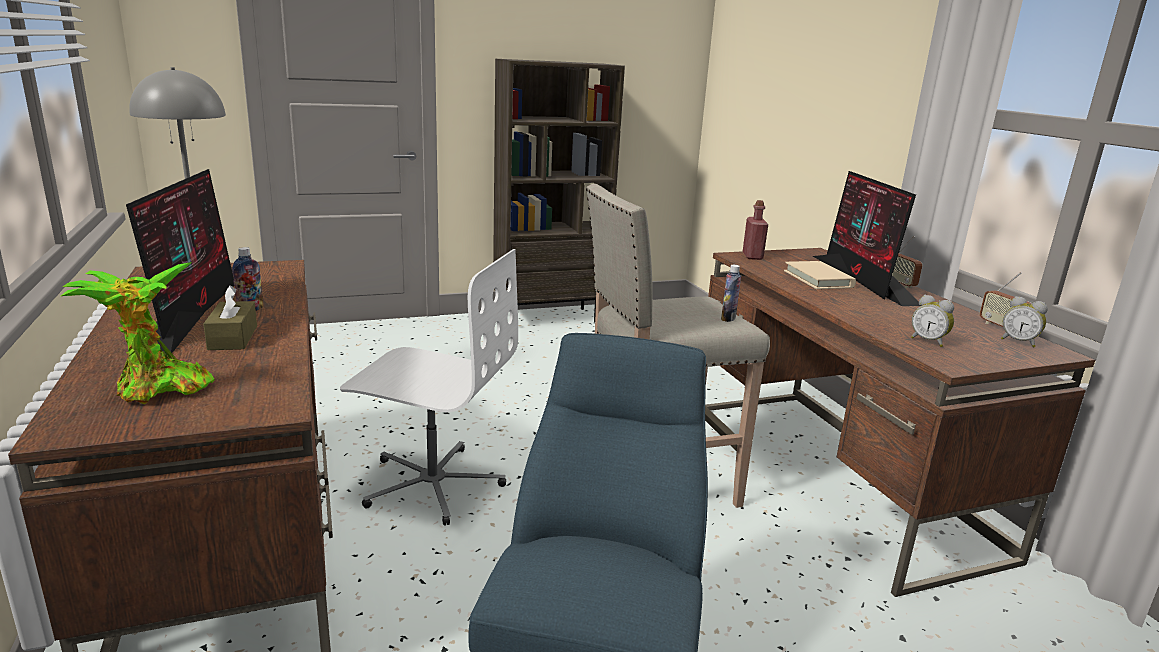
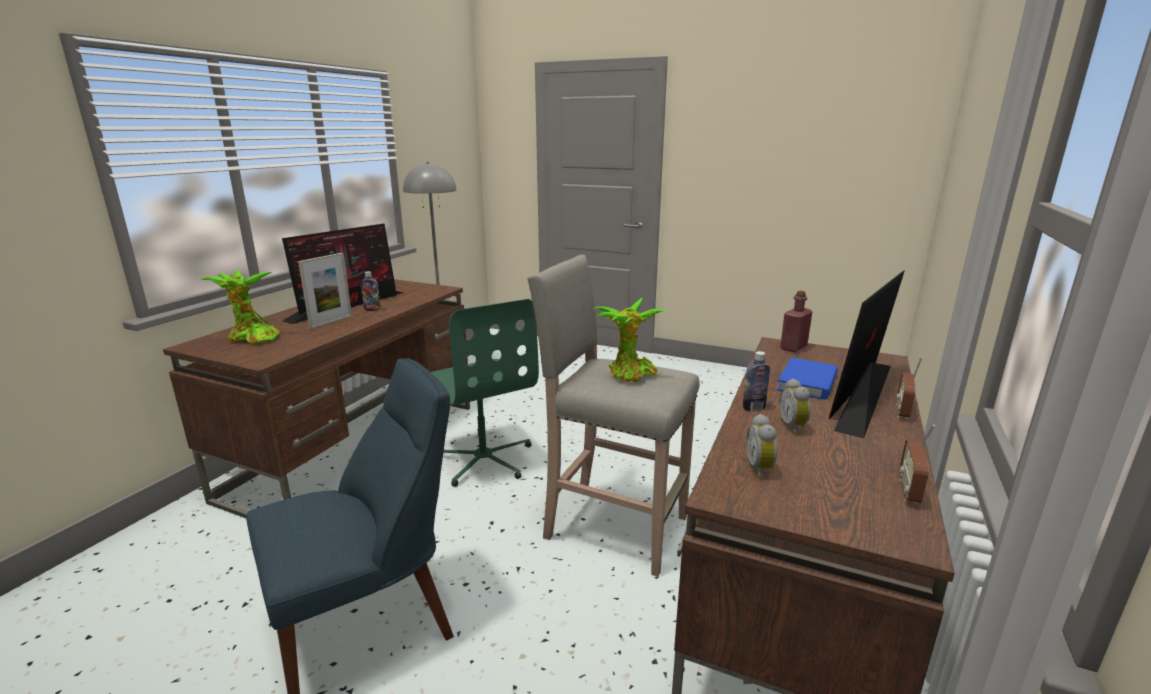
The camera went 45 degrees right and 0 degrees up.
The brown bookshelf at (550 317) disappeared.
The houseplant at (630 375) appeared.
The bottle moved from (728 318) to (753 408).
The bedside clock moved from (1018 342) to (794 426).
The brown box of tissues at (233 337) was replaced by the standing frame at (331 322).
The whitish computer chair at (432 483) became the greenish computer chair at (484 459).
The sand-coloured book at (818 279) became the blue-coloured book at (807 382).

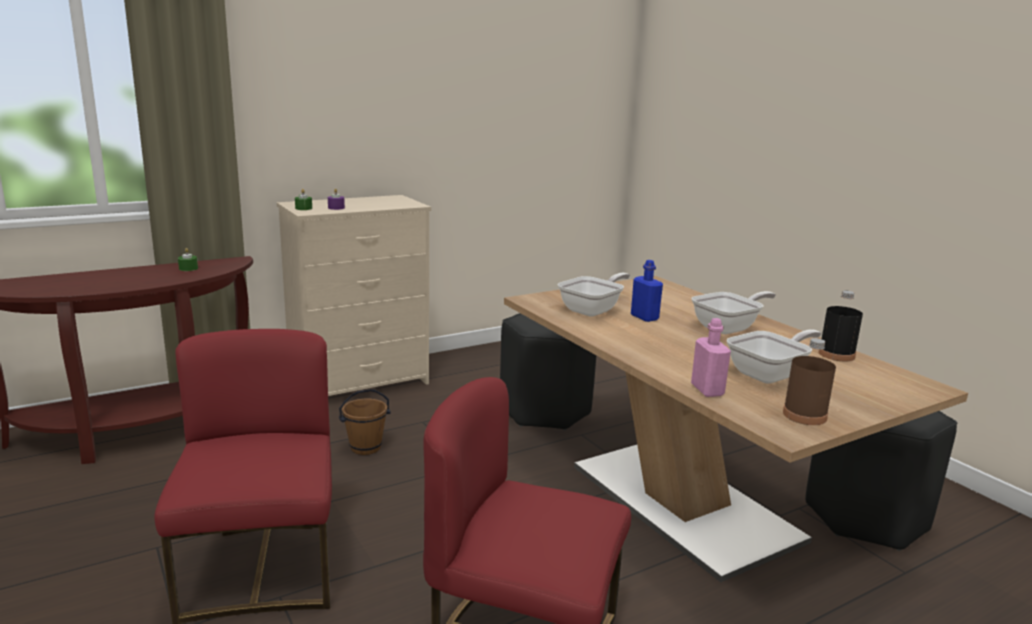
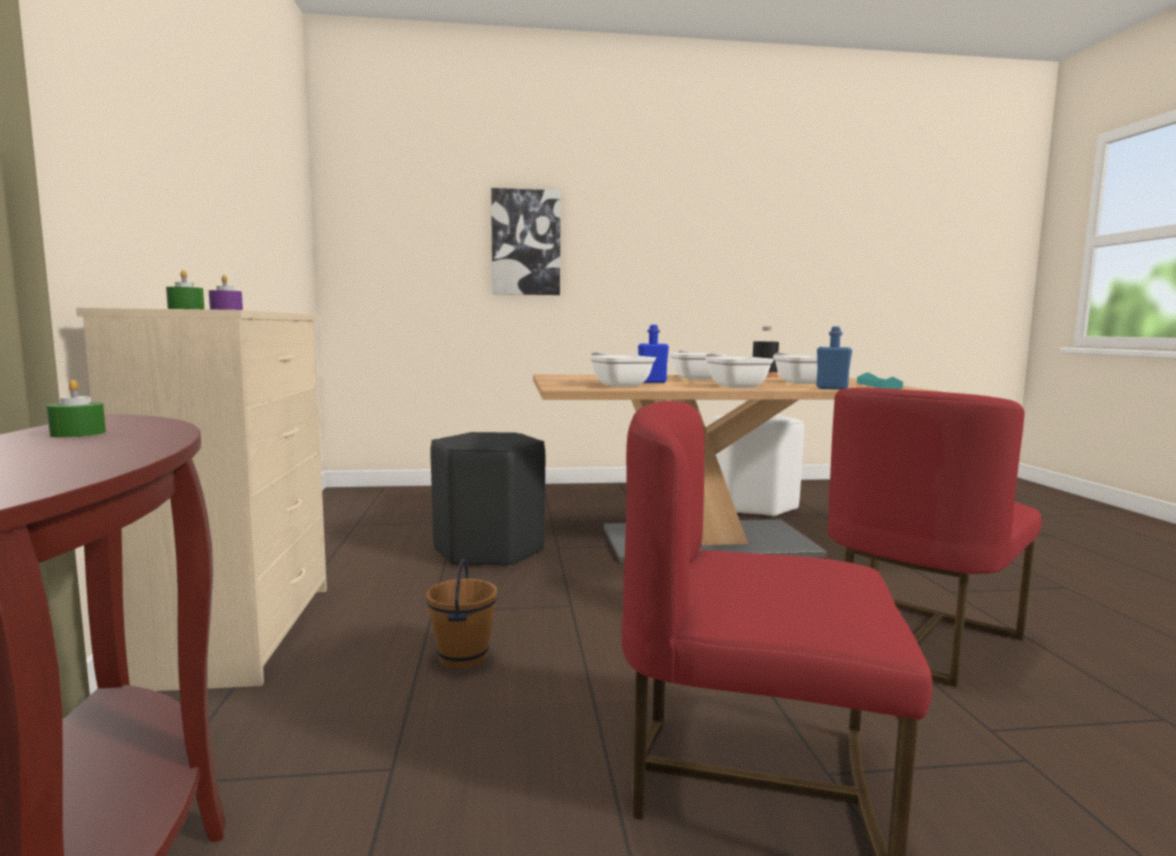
The camera went 65 degrees left and 10 degrees down.
The picture at (526 243) appeared.
The frying pan at (734 386) appeared.
The brown bottle at (804 415) was replaced by the turquoise serving tray at (878 385).
The pink bottle at (707 390) became the blue-coloured bottle at (831 388).
The blackish sitting stool at (866 517) became the whitish sitting stool at (754 506).

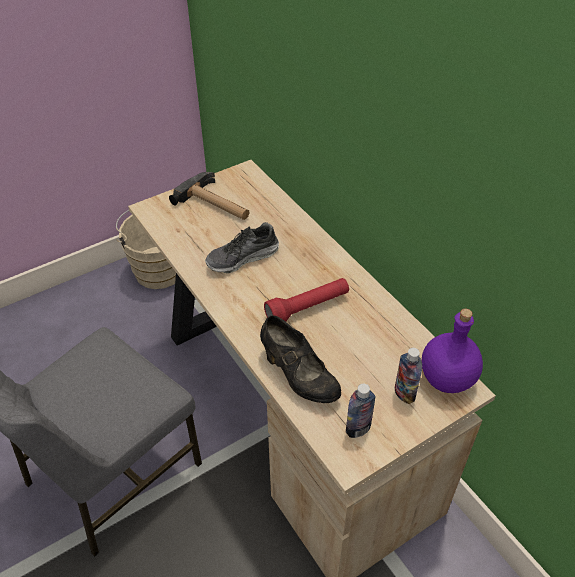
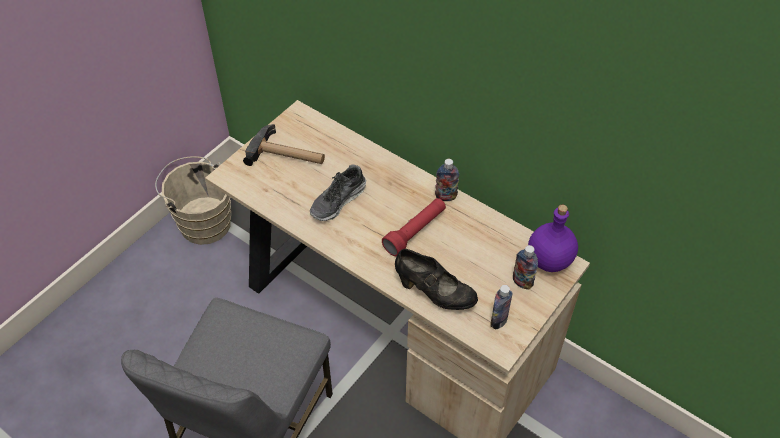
The camera went 20 degrees left and 5 degrees up.
The bottle at (446 196) appeared.

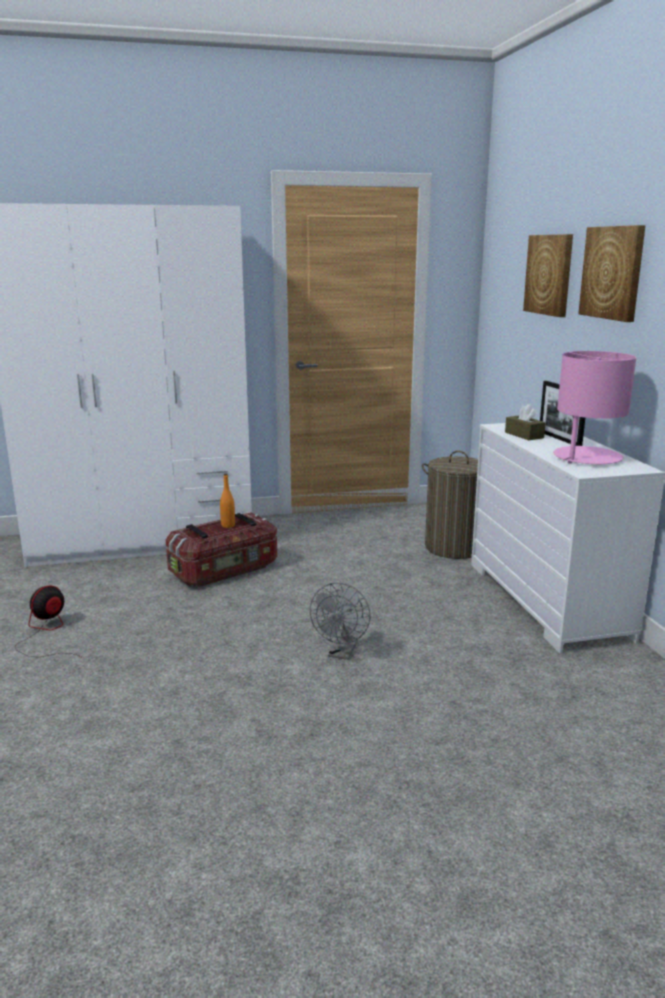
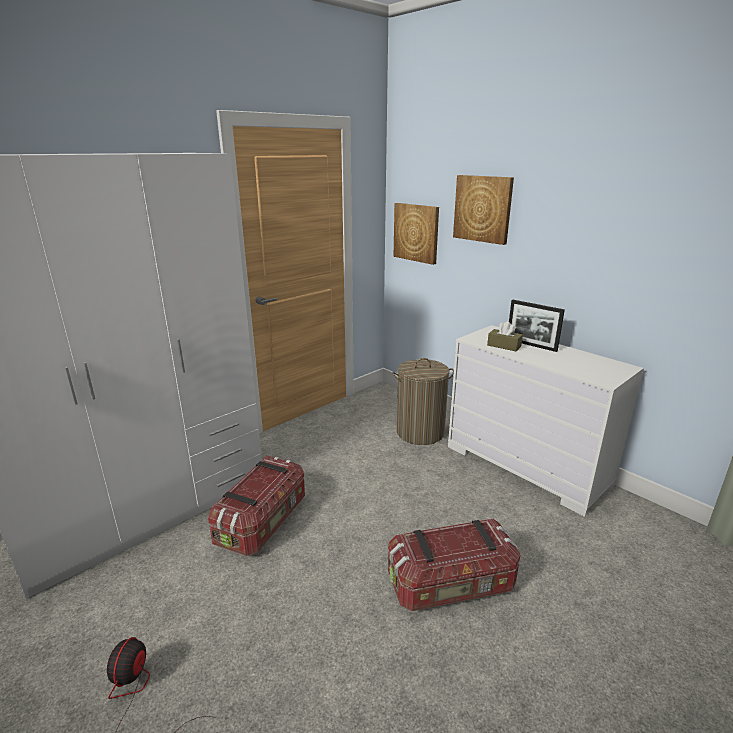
The camera went 30 degrees left and 5 degrees up.
The orange-coloured bottle at (228 525) disappeared.
The pink tabletop lamp at (586 457) disappeared.
The picture moved from (613 272) to (416 232).
The gray cooling fan at (342 653) was replaced by the storage container at (451 585).

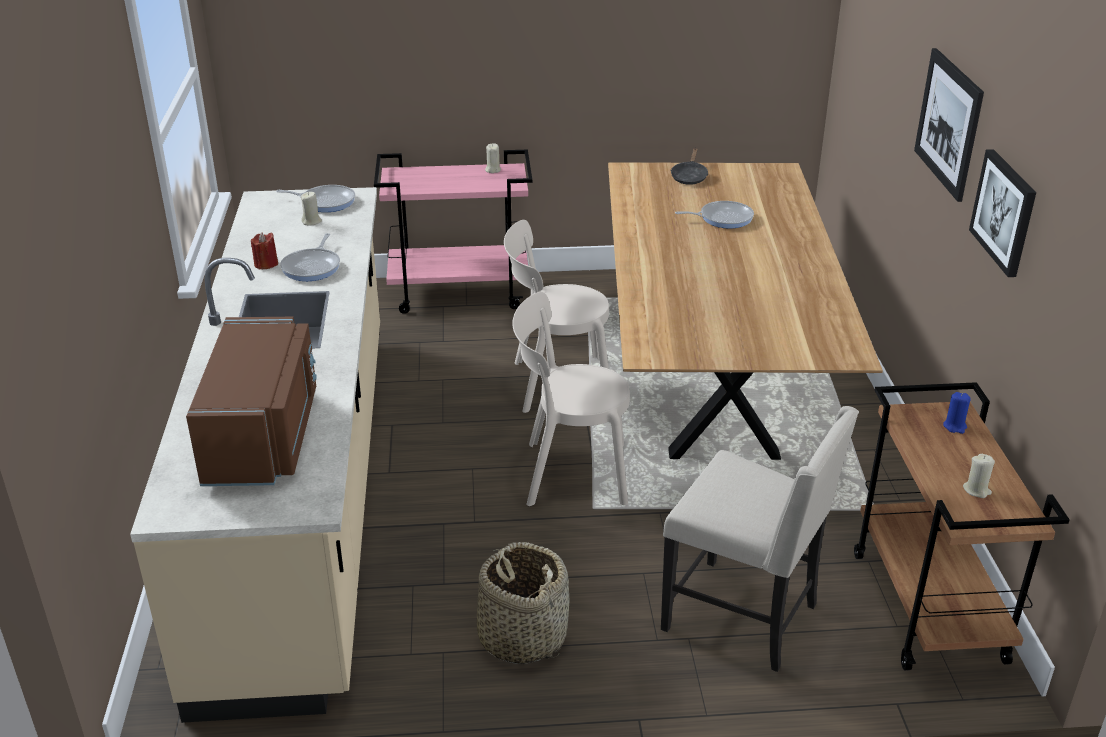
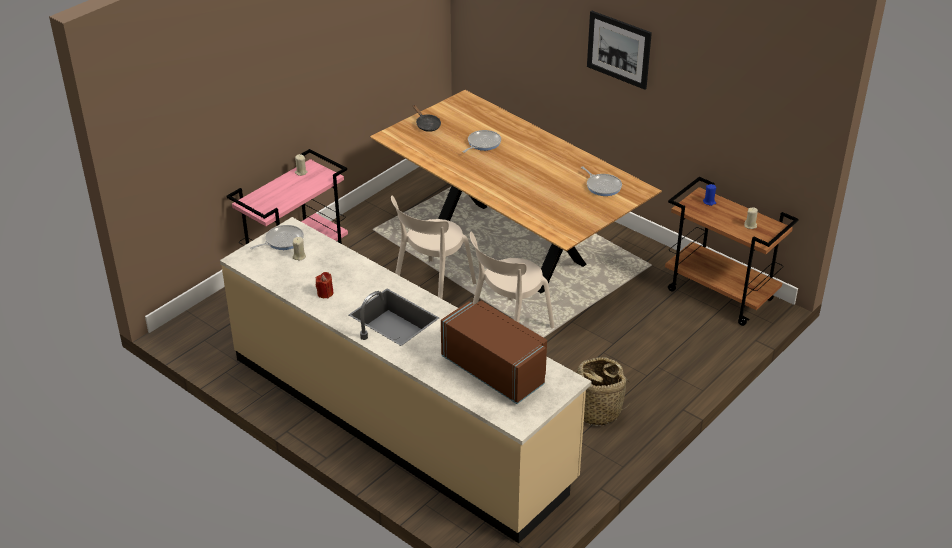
The camera went 45 degrees left and 5 degrees up.
The sand-coloured chair at (744 617) disappeared.
The picture at (1004 212) disappeared.
The frying pan moved from (313 267) to (602 186).

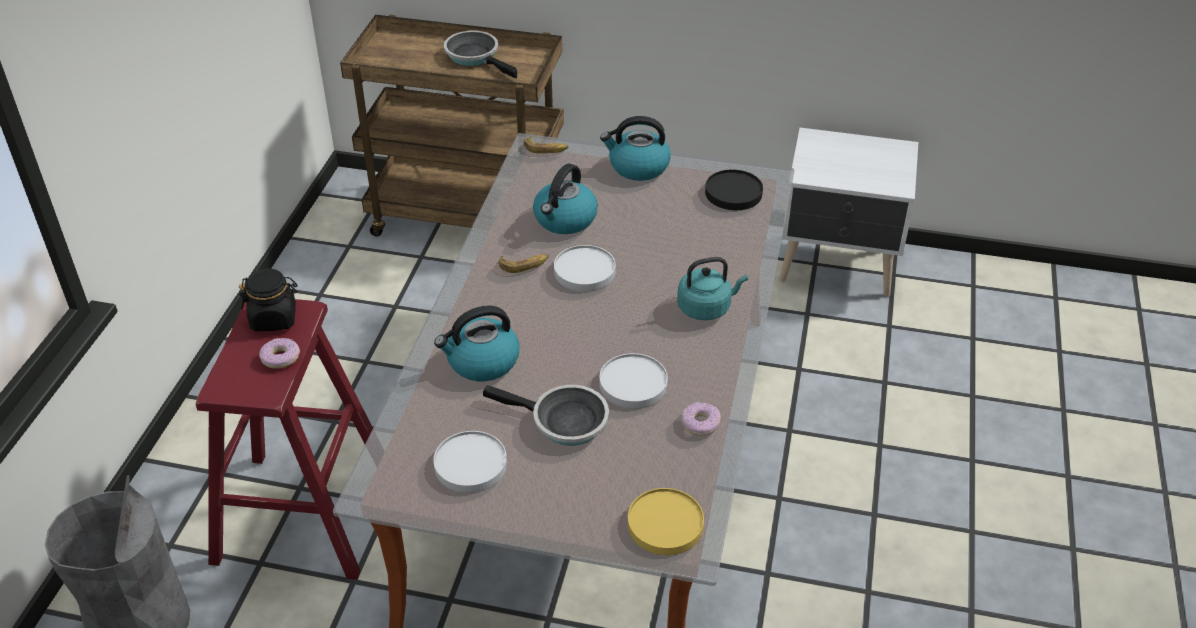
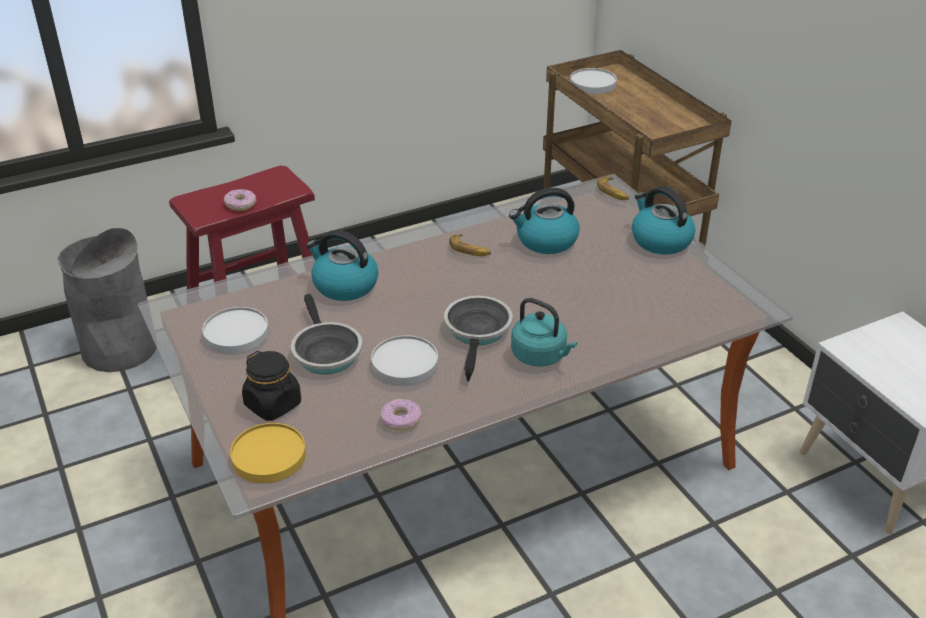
The camera went 50 degrees right and 5 degrees down.
The blackish plate at (733 193) disappeared.
The blackish storage jar moved from (274 318) to (273 404).
The frying pan moved from (475 57) to (478 332).
The whitish plate moved from (584 271) to (593 84).

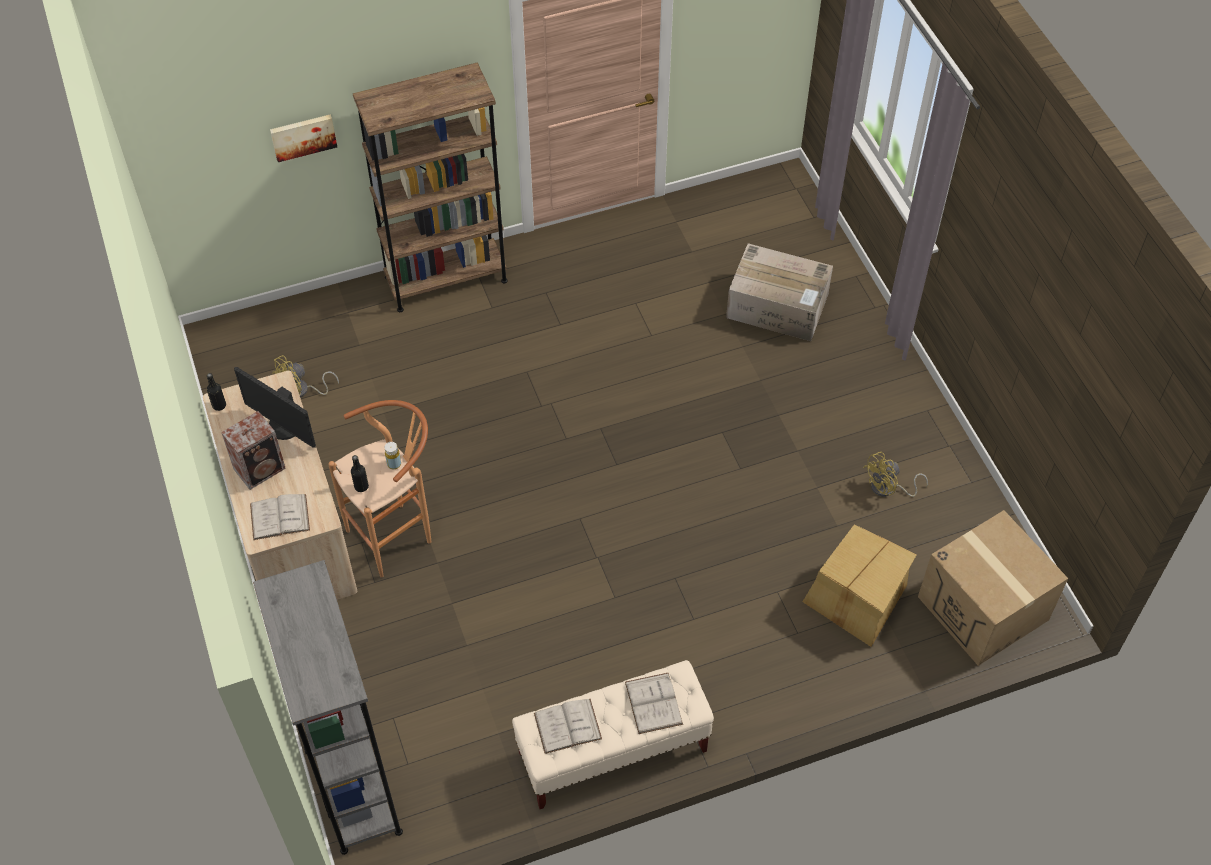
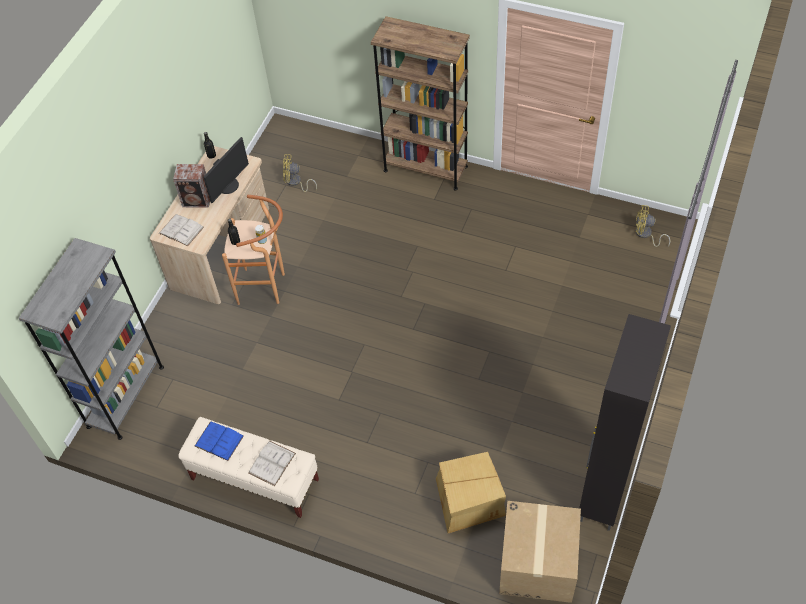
The camera went 45 degrees right and 0 degrees up.
The picture at (303 136) disappeared.
The cardboard box at (778 306) disappeared.
The blackish storage cabinet at (603 495) appeared.
The yellowish cooling fan moved from (888 489) to (645 235).
The whitish book at (567 726) became the blue-coloured book at (219 441).
The computer screen at (283 427) turned 135 degrees counterclockwise.

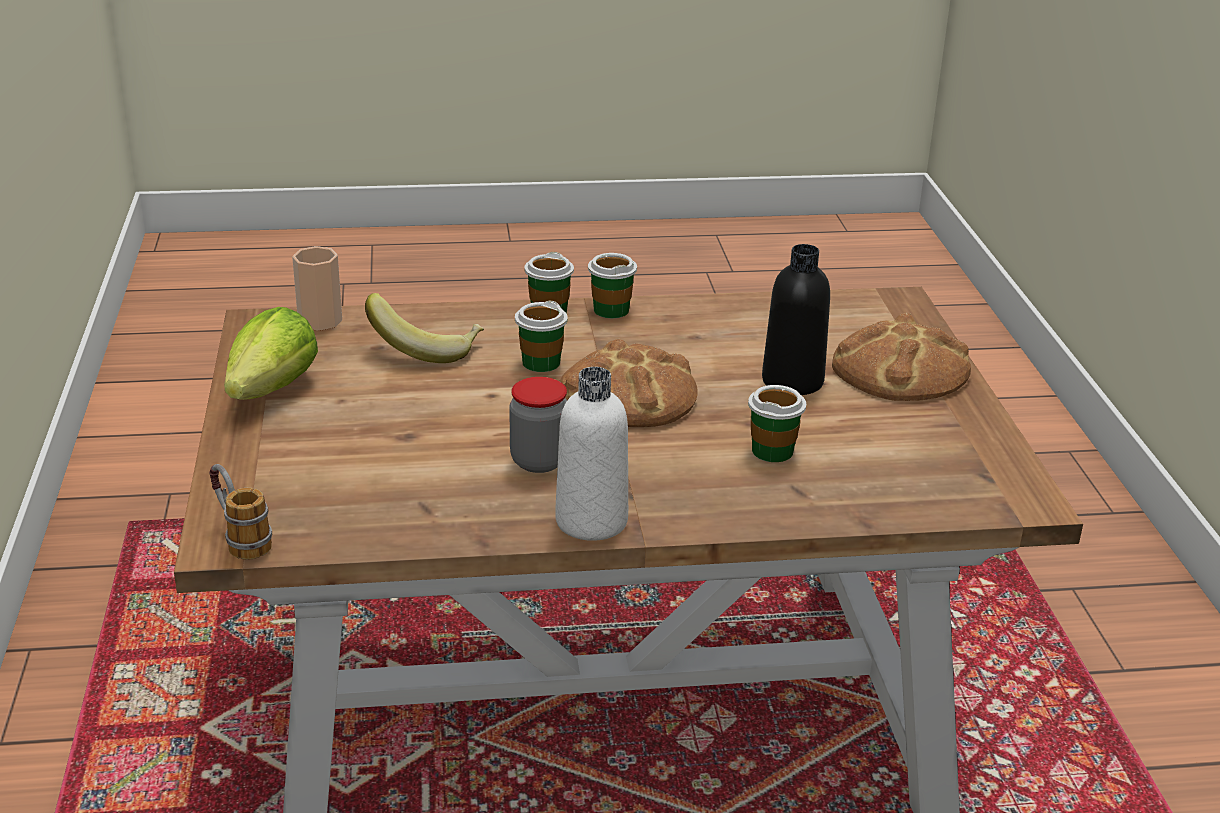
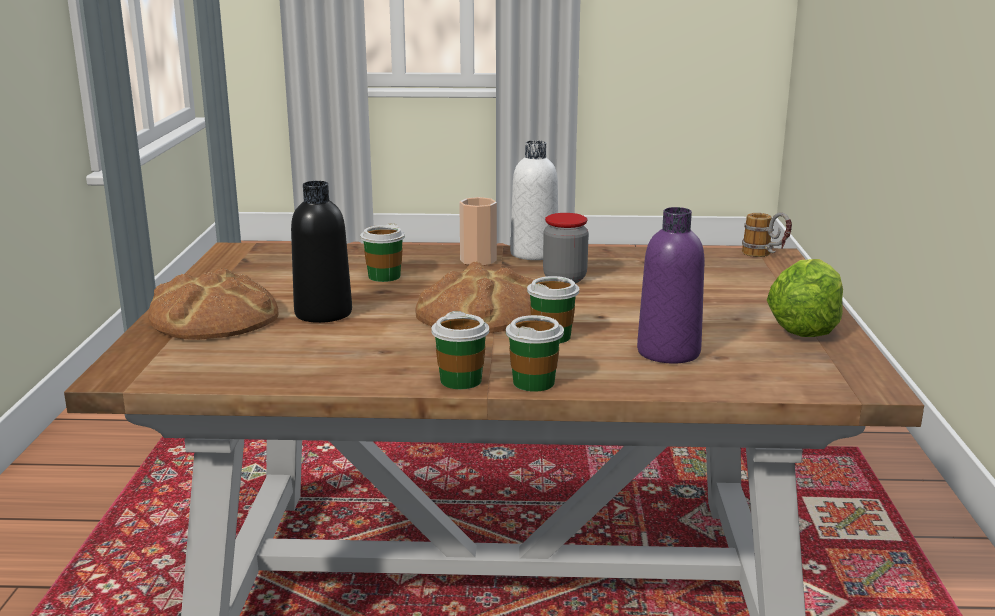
The camera went 170 degrees left and 10 degrees down.
The drinking cup moved from (320 321) to (478 260).
The banana fruit at (426 349) was replaced by the purple-coloured bottle at (668 352).

